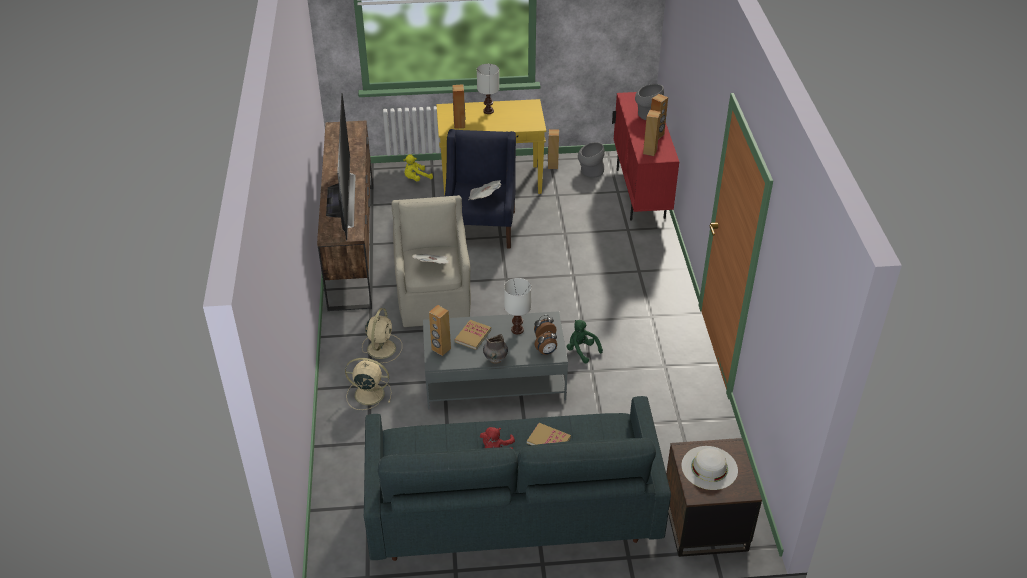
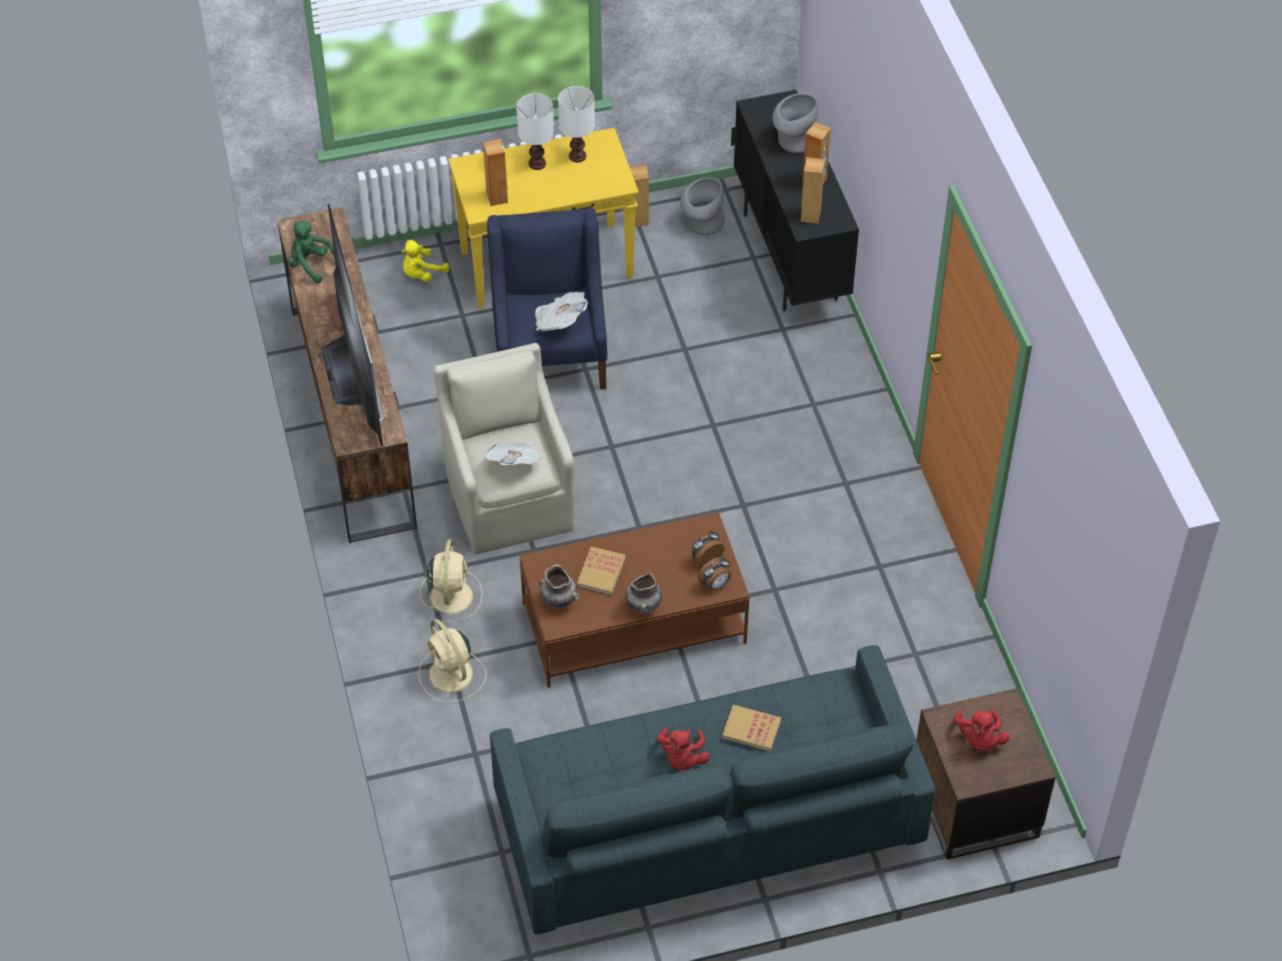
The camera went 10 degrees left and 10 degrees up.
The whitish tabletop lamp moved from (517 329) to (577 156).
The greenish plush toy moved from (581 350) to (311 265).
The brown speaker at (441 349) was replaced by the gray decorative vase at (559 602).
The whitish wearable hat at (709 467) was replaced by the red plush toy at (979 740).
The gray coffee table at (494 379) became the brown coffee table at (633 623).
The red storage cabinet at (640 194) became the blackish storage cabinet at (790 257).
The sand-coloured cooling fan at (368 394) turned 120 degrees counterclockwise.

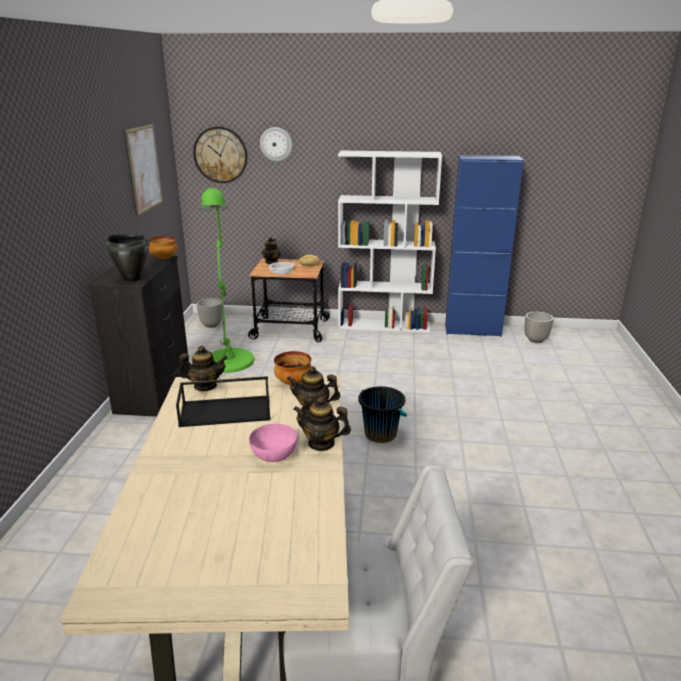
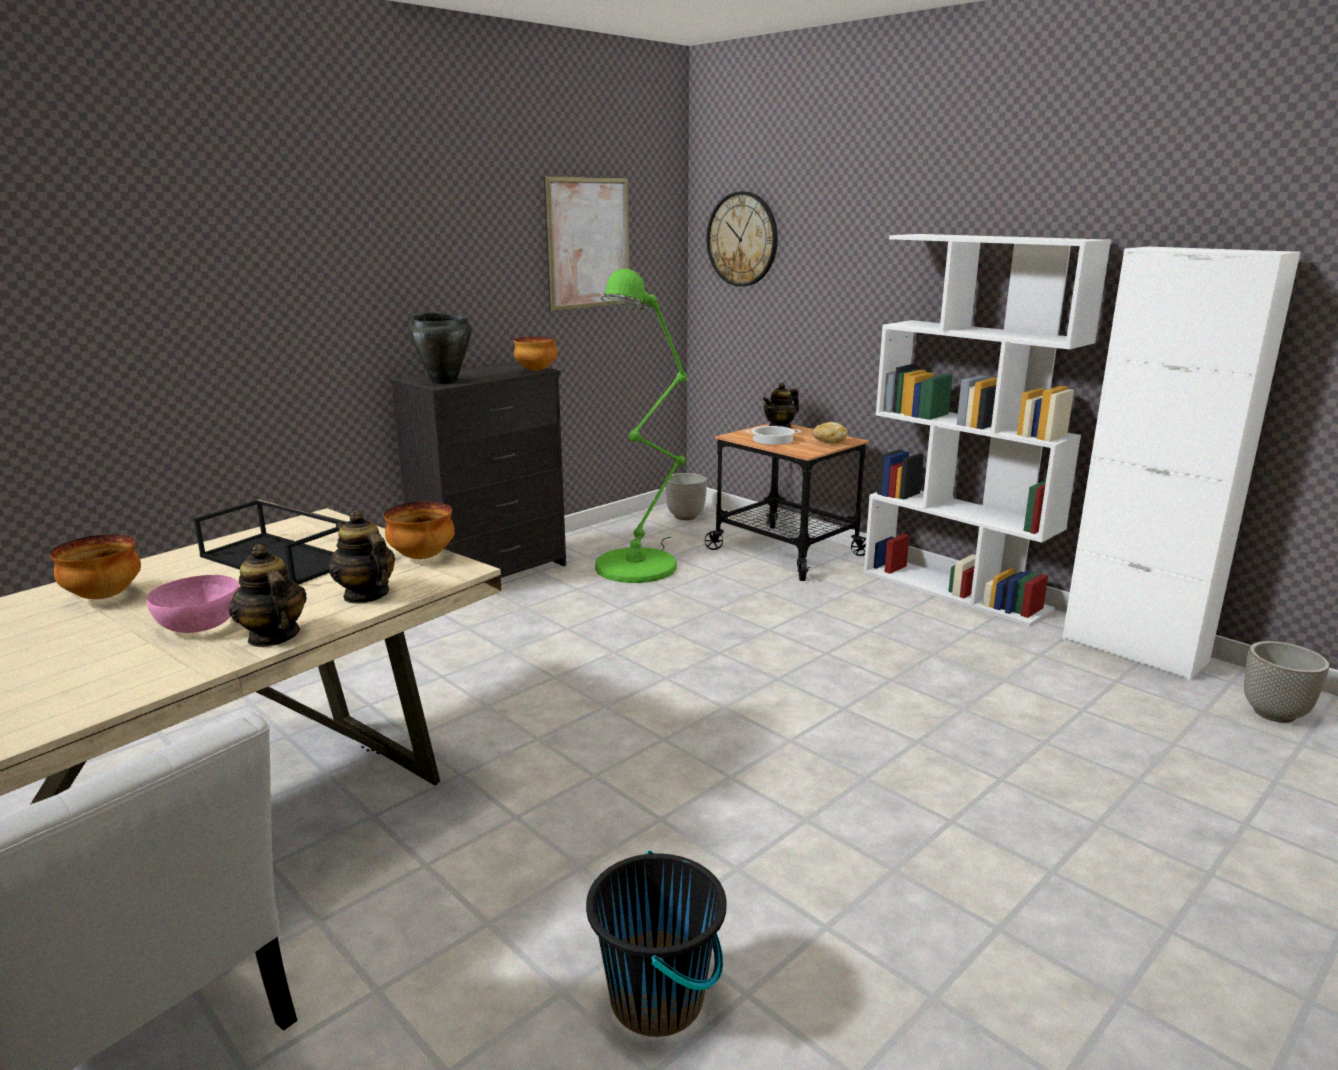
The camera went 40 degrees right and 5 degrees down.
The tea pot at (205 386) disappeared.
The hanging clock at (276 144) disappeared.
The bowl at (104 596) appeared.
The blackish pail moved from (380 434) to (658 999).
The blue-coloured storage cabinet at (472 330) became the whitish storage cabinet at (1134 650).

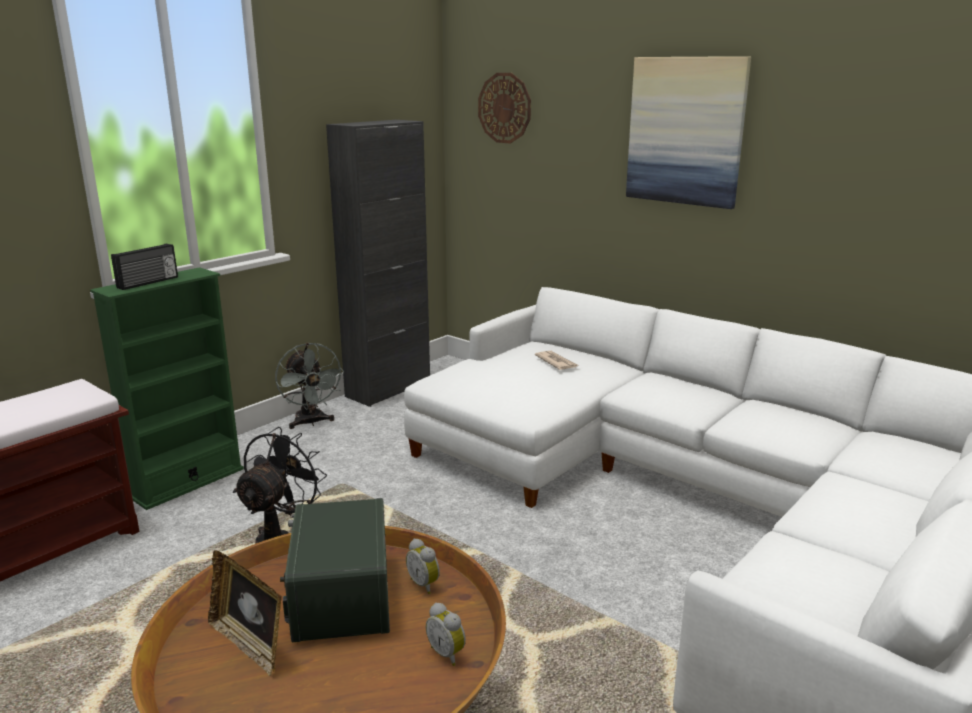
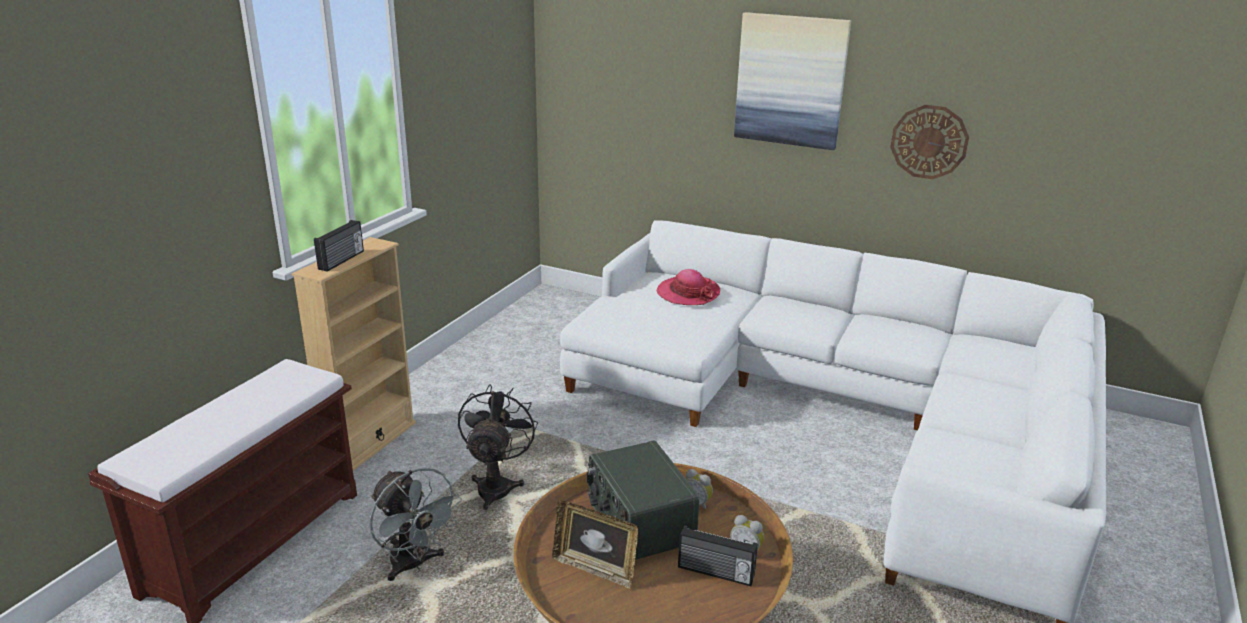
The camera went 15 degrees left and 5 degrees up.
The blackish storage cabinet at (388 389) disappeared.
The radio receiver at (715 573) appeared.
The gray cooling fan moved from (311 422) to (414 565).
The hanging clock moved from (504 108) to (929 142).
The newspaper at (556 362) was replaced by the wearable hat at (688 293).
The greenish bookshelf at (187 483) became the sand-coloured bookshelf at (370 443).

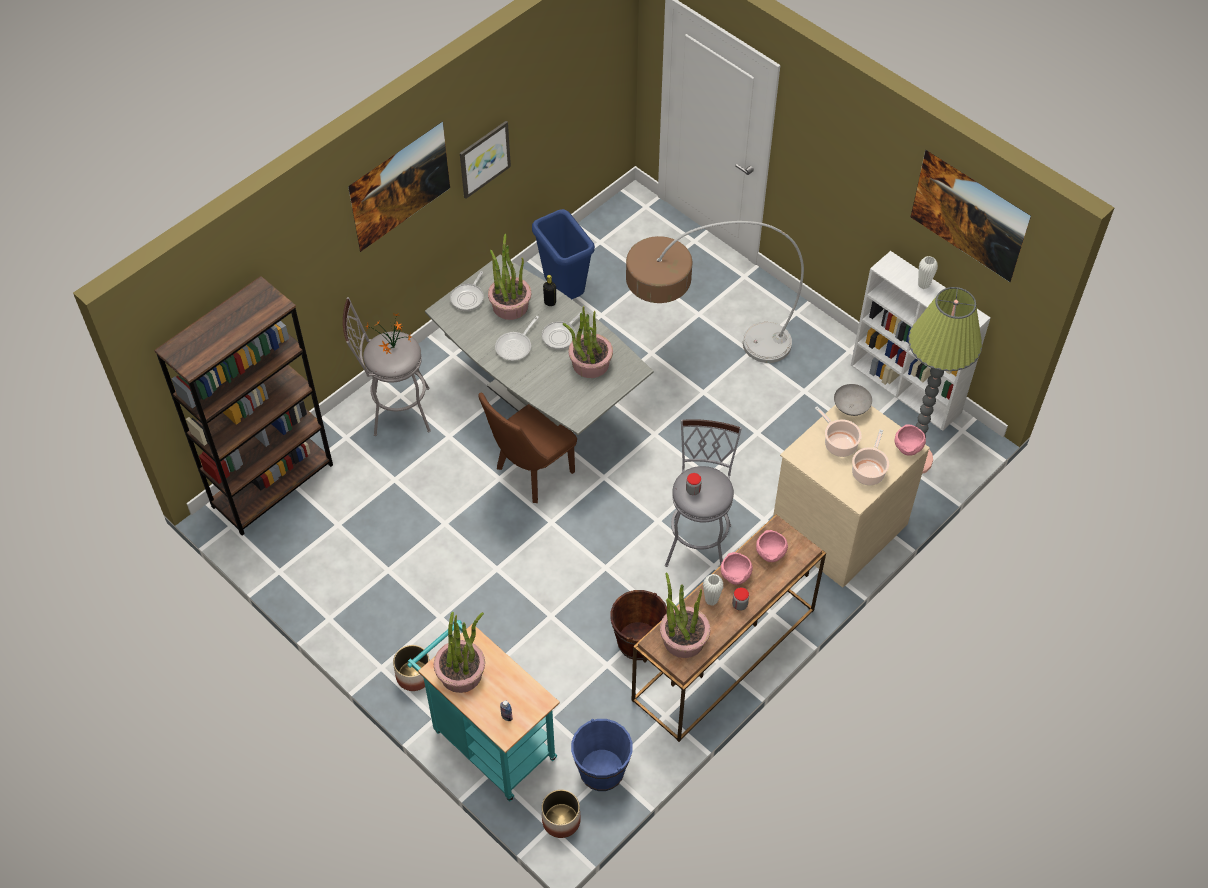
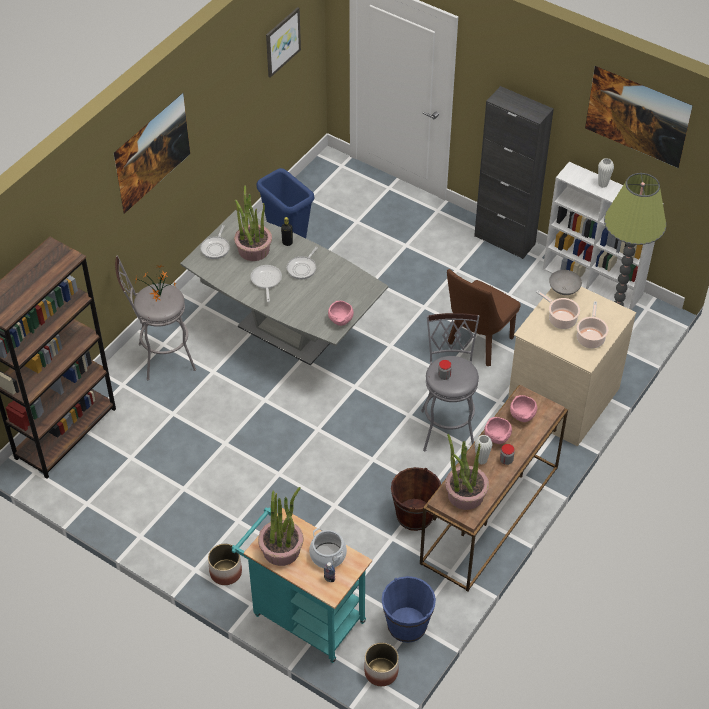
The camera went 10 degrees left and 5 degrees down.
The houseplant at (590 363) disappeared.
The standing lamp at (701 354) disappeared.
The saucepot at (328 555) appeared.
The blackish storage cabinet at (504 240) appeared.
The picture moved from (484 159) to (282 41).
The brown chair moved from (530 474) to (477 344).
The pink bowl moved from (908 448) to (341 321).
The frying pan at (516 346) turned 150 degrees clockwise.

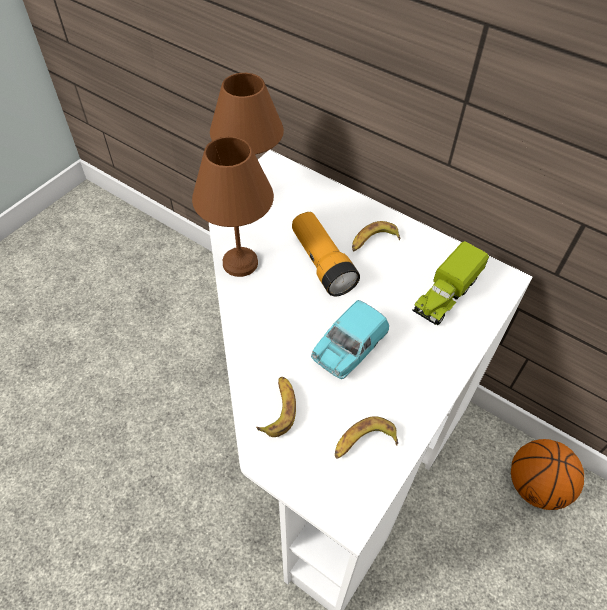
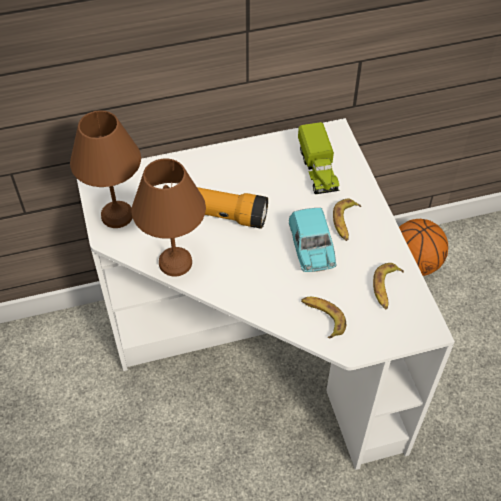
The camera went 50 degrees left and 0 degrees up.
The banana fruit moved from (373 241) to (345 222).

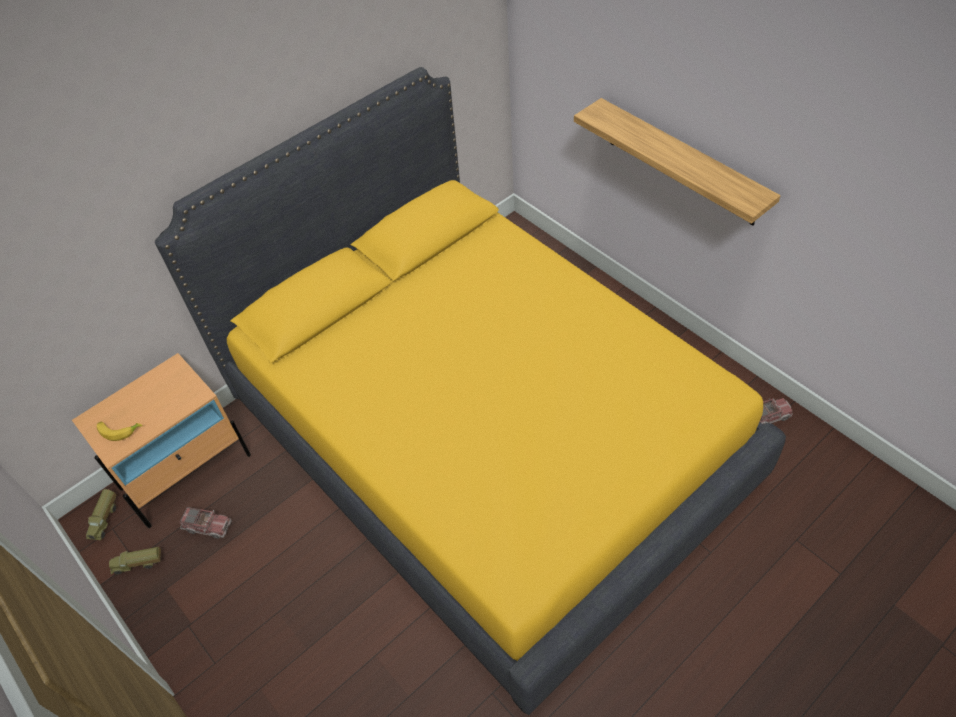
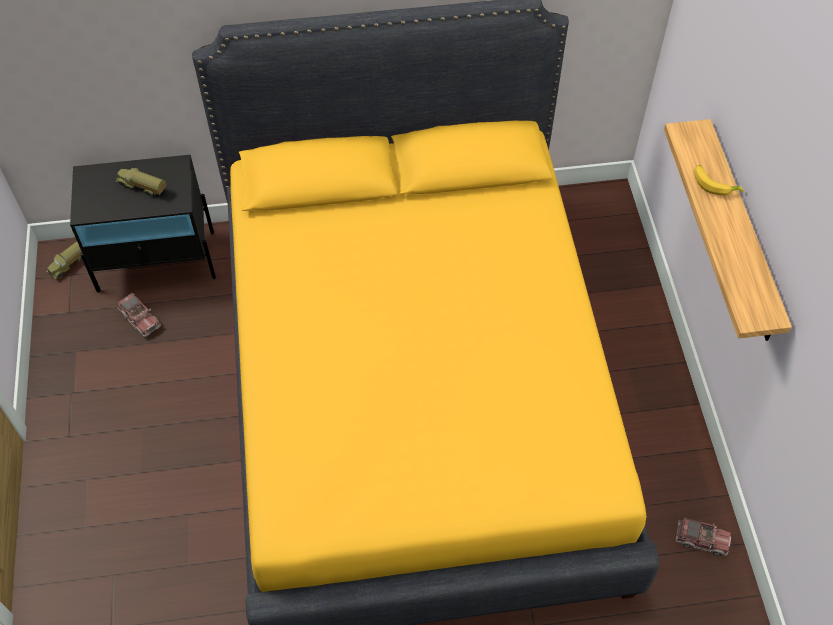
The camera went 30 degrees right and 5 degrees up.
The banana fruit moved from (120 430) to (714 184).
The toy truck moved from (138 564) to (142 187).
The sand-coloured night table at (186 471) became the blackish night table at (157 261).

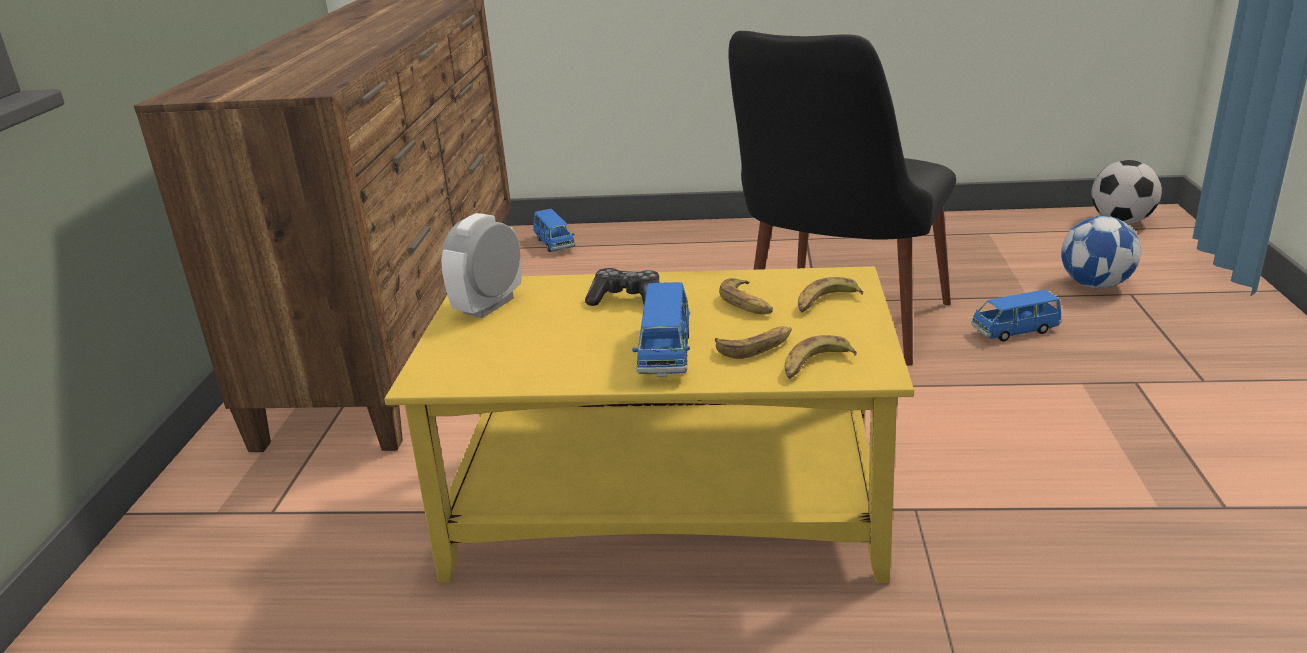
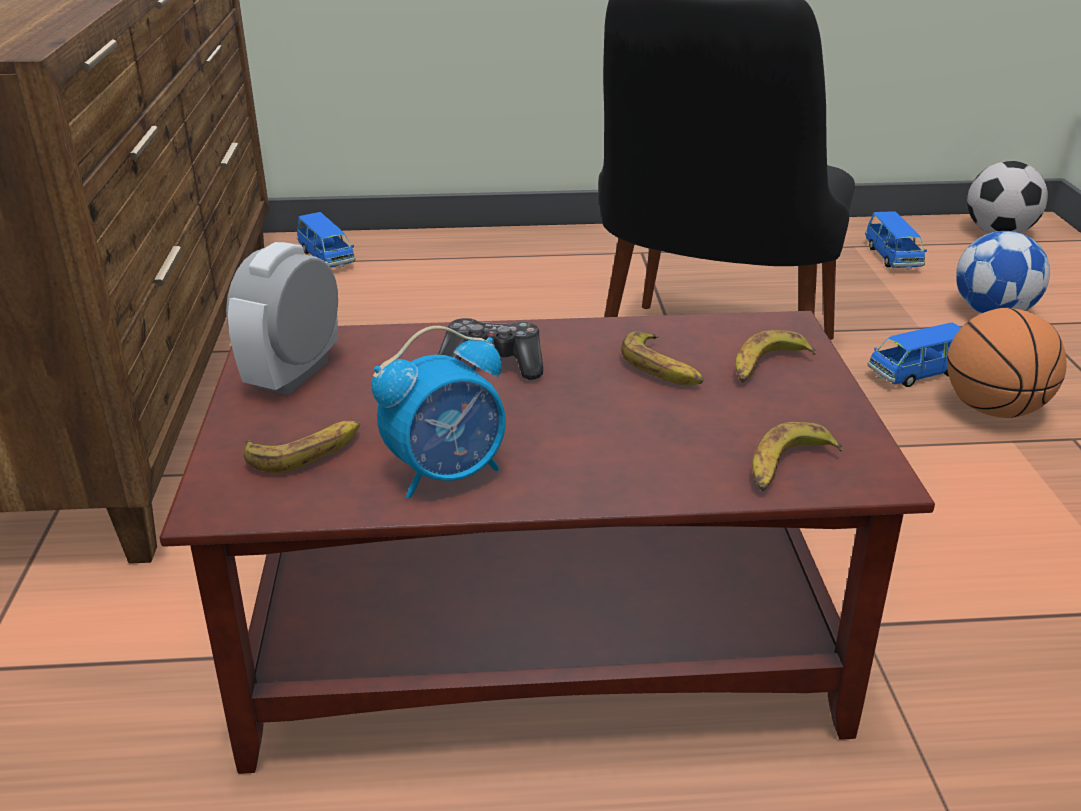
The camera went 10 degrees left and 5 degrees up.
The bedside clock at (447 473) appeared.
The ball for basketball at (992 409) appeared.
The blue-coloured miniature car moved from (665 353) to (892 257).
The banana fruit moved from (755 346) to (306 452).
The yellowish coffee table at (670 508) became the brown coffee table at (545 637).

